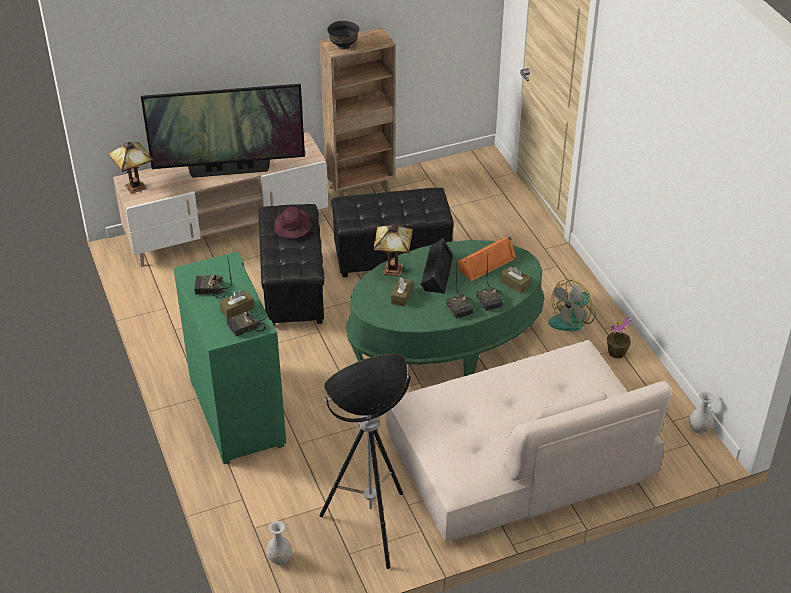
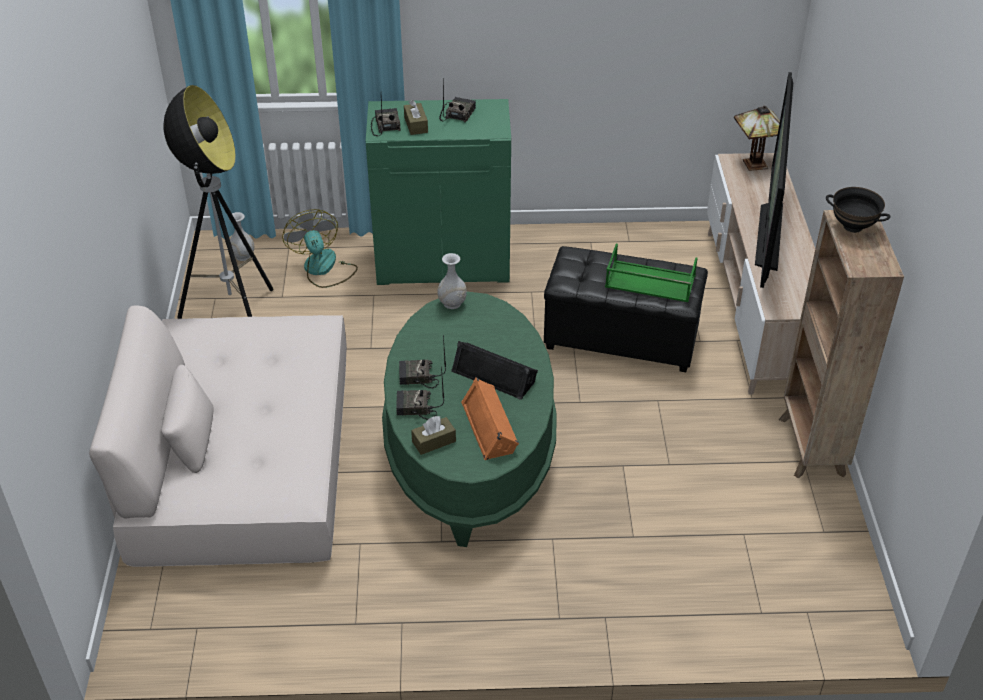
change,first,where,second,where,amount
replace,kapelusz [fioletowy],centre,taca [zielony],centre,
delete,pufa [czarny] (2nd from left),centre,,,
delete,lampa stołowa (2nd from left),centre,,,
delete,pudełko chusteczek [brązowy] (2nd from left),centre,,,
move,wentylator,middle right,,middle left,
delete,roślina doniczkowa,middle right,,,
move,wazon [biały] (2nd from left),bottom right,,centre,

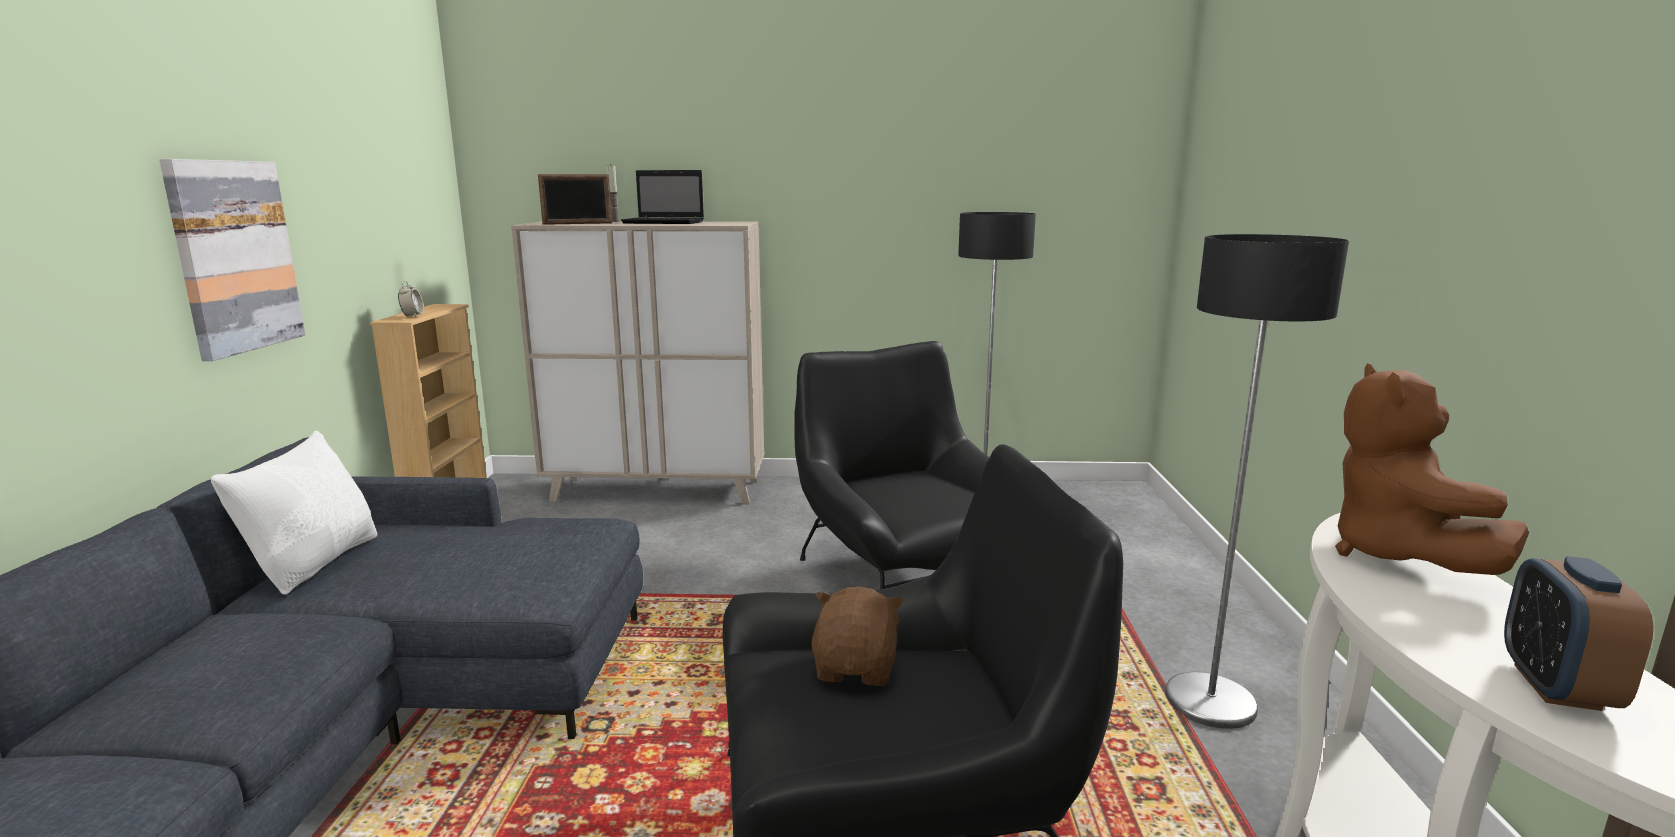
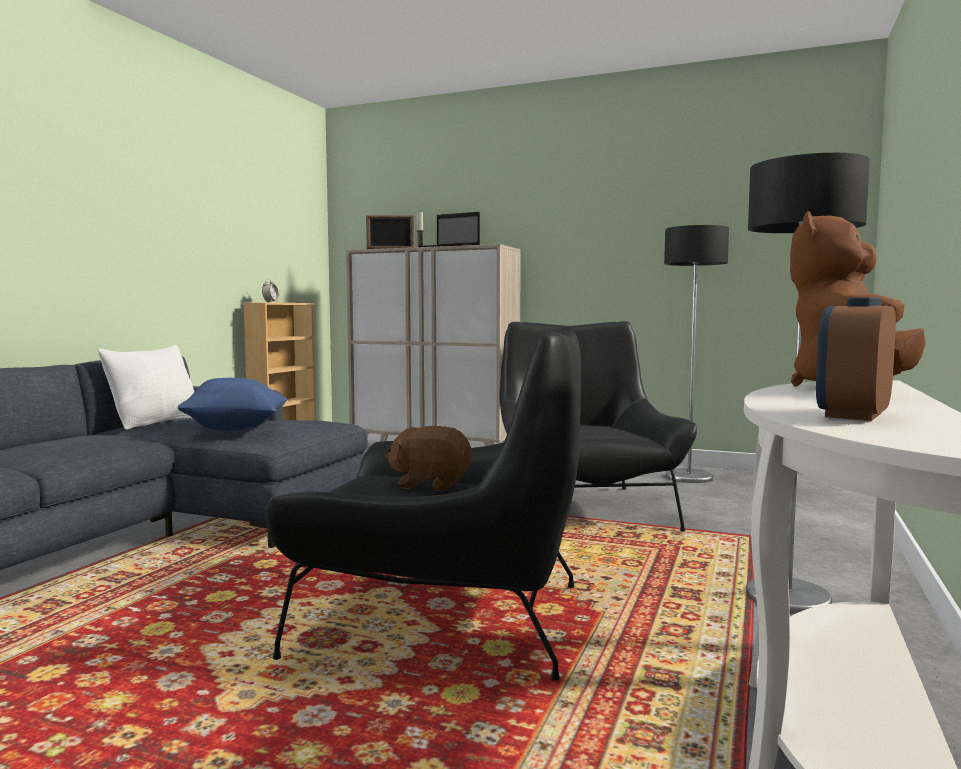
change,first,where,second,where,amount
delete,obraz,top left,,,
rotate,pluszak [brązowy] (1st from left),bottom centre,,centre,105 degrees counterclockwise
insert,,,poduszka [niebieski],middle left,

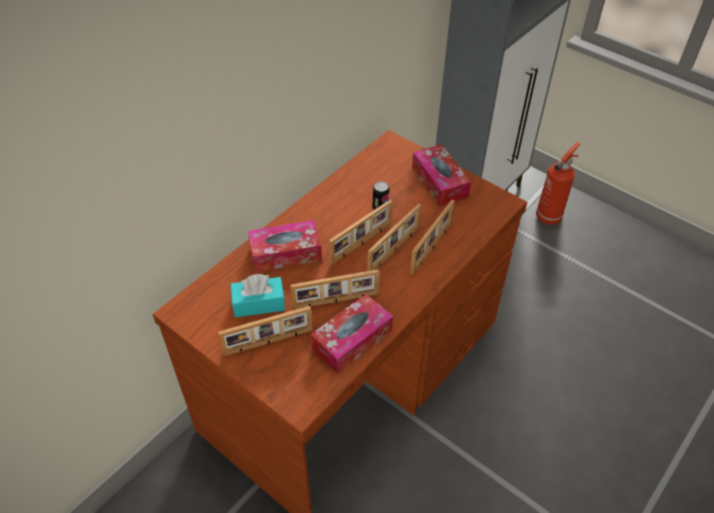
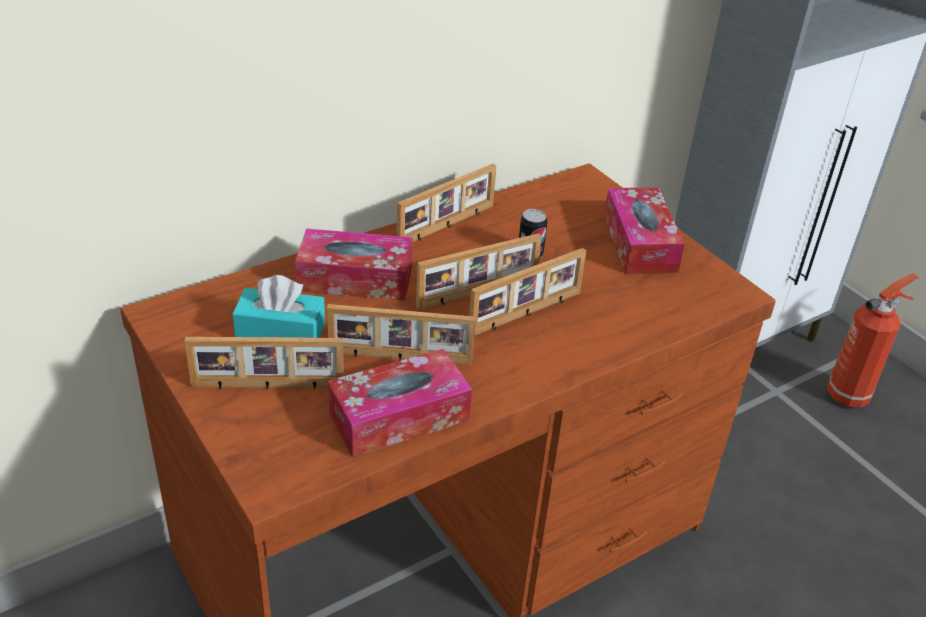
change,first,where,second,where,amount
move,ramka na zdjęcie (5th from left in the first image),centre,ramka na zdjęcie (3rd from left),top centre,

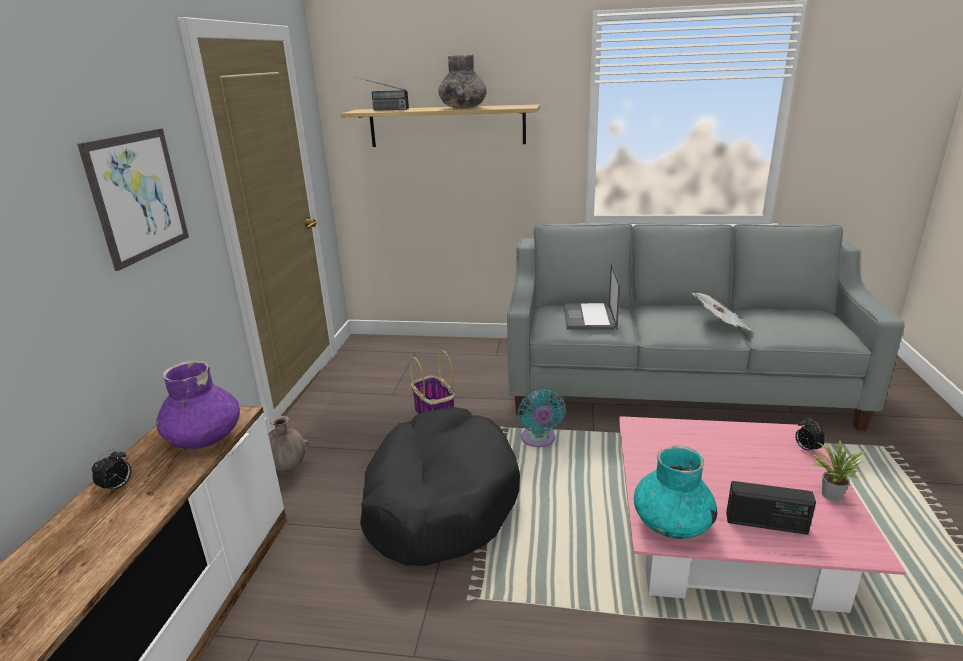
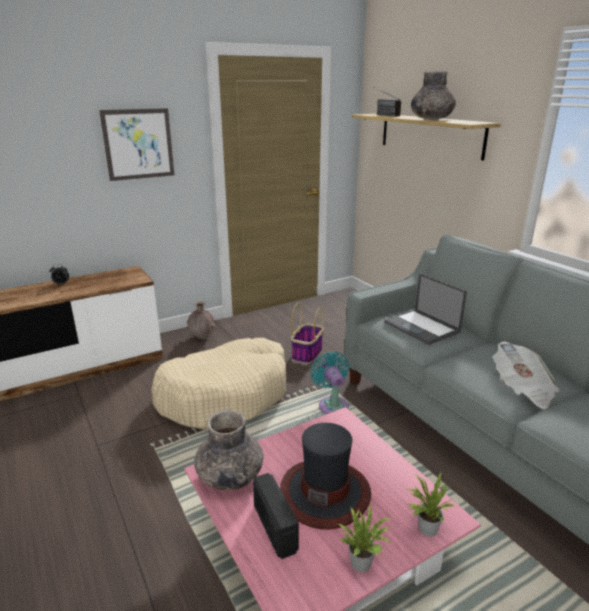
change,first,where,second,where,amount
delete,wazon [fioletowy],middle left,,,
recolor,legowisko [czarny],bottom centre,legowisko [beżowy],centre,
rotate,wentylator [turkusowy],centre,,centre,120 degrees clockwise
rotate,laptop,centre,,middle right,90 degrees counterclockwise
recolor,wazon [turkusowy],bottom right,wazon [szary] (1st from left),bottom centre,
replace,budzik (2nd from left),middle right,roślina doniczkowa (2nd from left),bottom right,
insert,,,kapelusz,bottom centre,

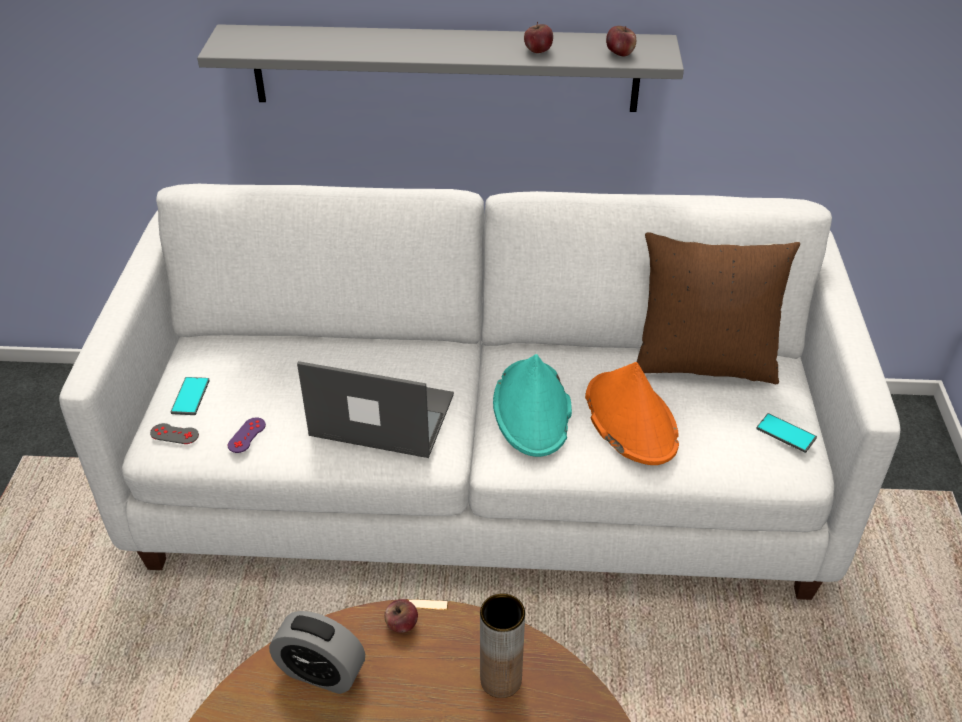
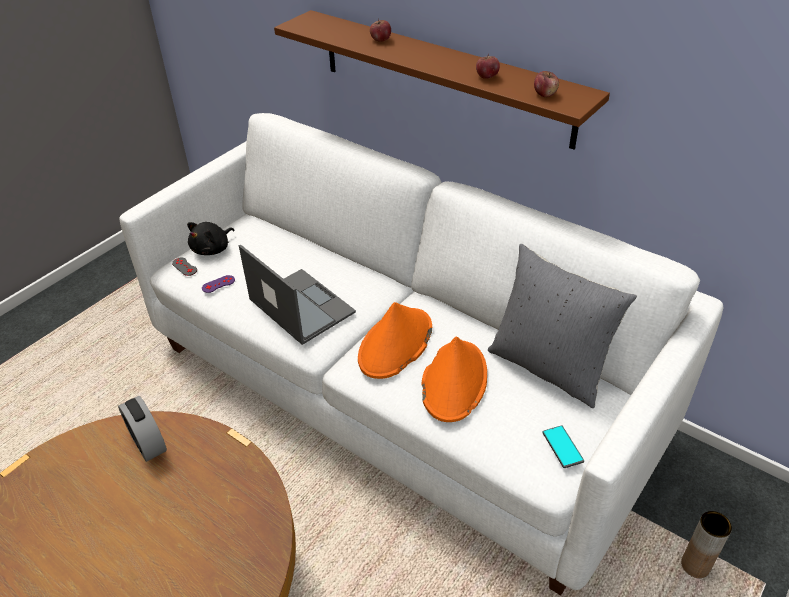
change,first,where,second,where,amount
replace,telefon (1st from left),middle left,pluszak [czarny],middle left,
recolor,półka [szary],top centre,półka [brązowy],top centre,
move,jabłko (1st from left),bottom centre,,top centre,
move,wazon [brązowy],bottom centre,,bottom right,
recolor,kapelusz [turkusowy],centre,kapelusz [pomarańczowy] (1st from left),centre,
recolor,poduszka [brązowy],middle right,poduszka [szary],middle right,

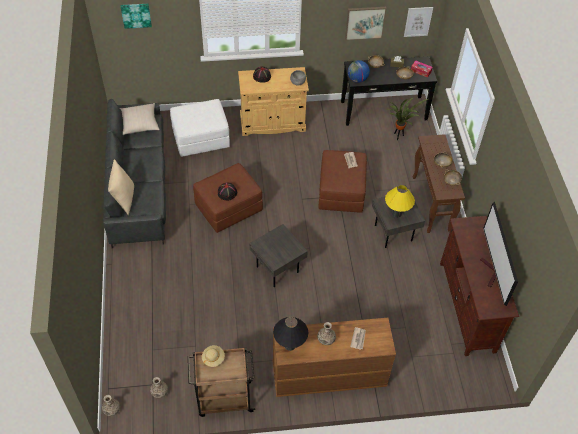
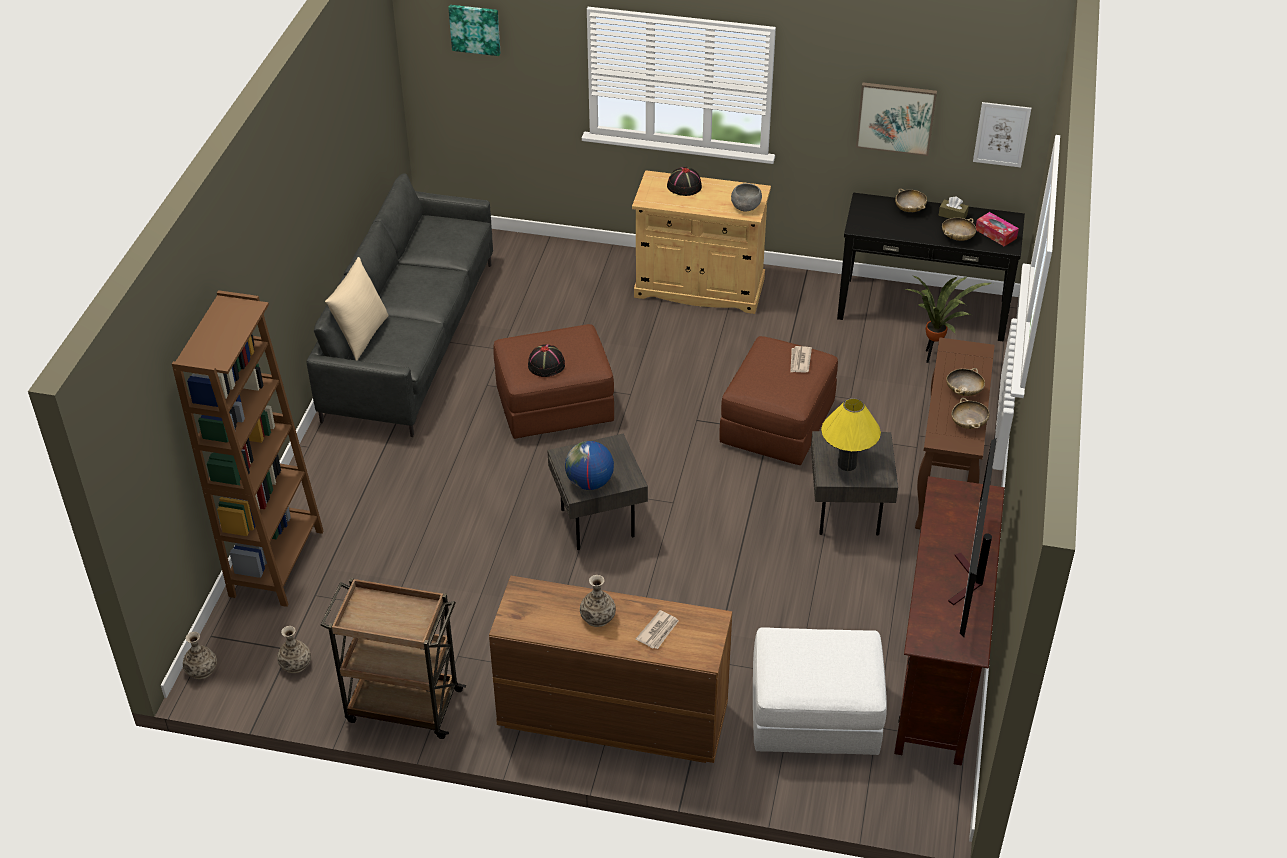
change,first,where,second,where,amount
delete,poduszka [beżowy] (2nd from left),top left,,,
move,pufa [biały],top centre,,bottom centre,
delete,kapelusz [beżowy],bottom centre,,,
delete,lampa stołowa [czarny],bottom centre,,,
move,globus,top centre,,centre,
insert,,,regał [brązowy],middle left,

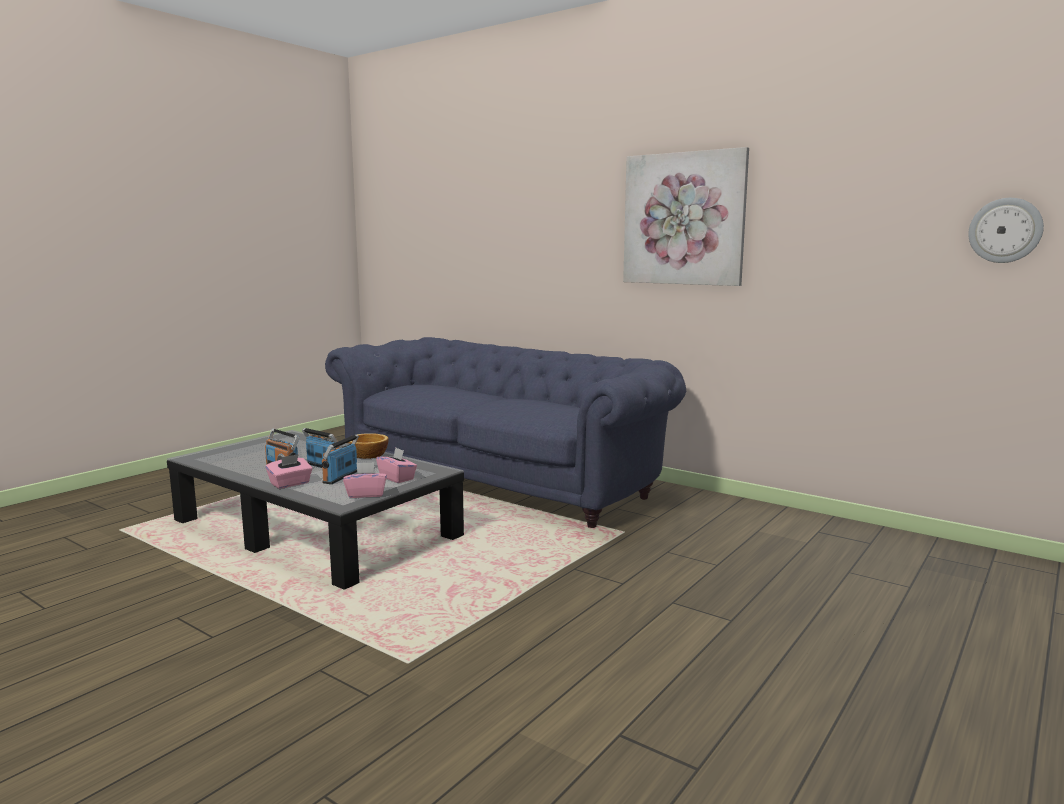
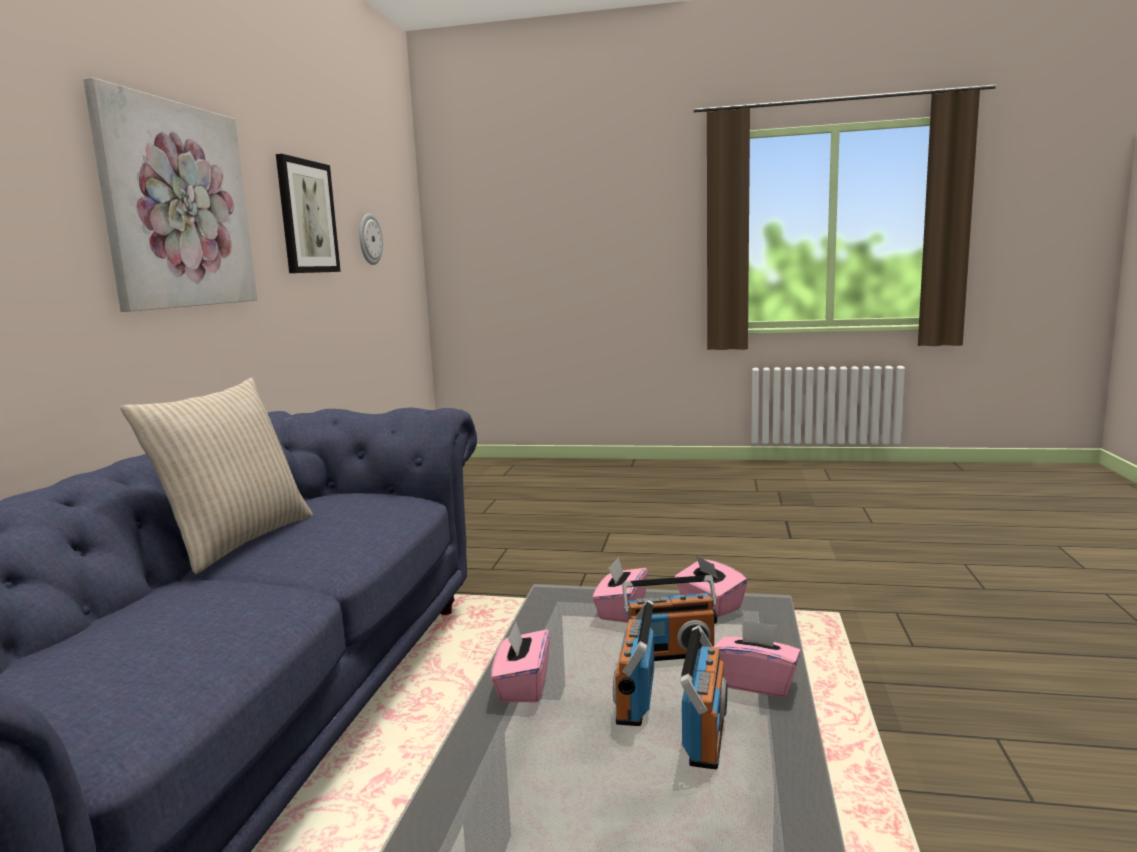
change,first,where,second,where,amount
replace,miska,centre,pudełko chusteczek [różowy] (1st from left),bottom centre,
insert,,,poduszka [beżowy],middle left,
insert,,,obraz (2nd from left),top left,

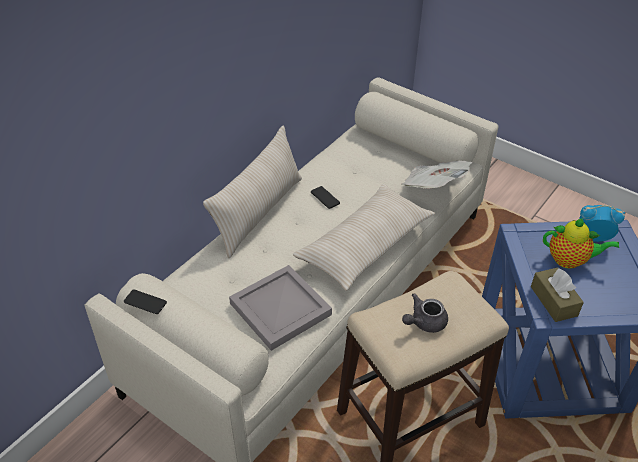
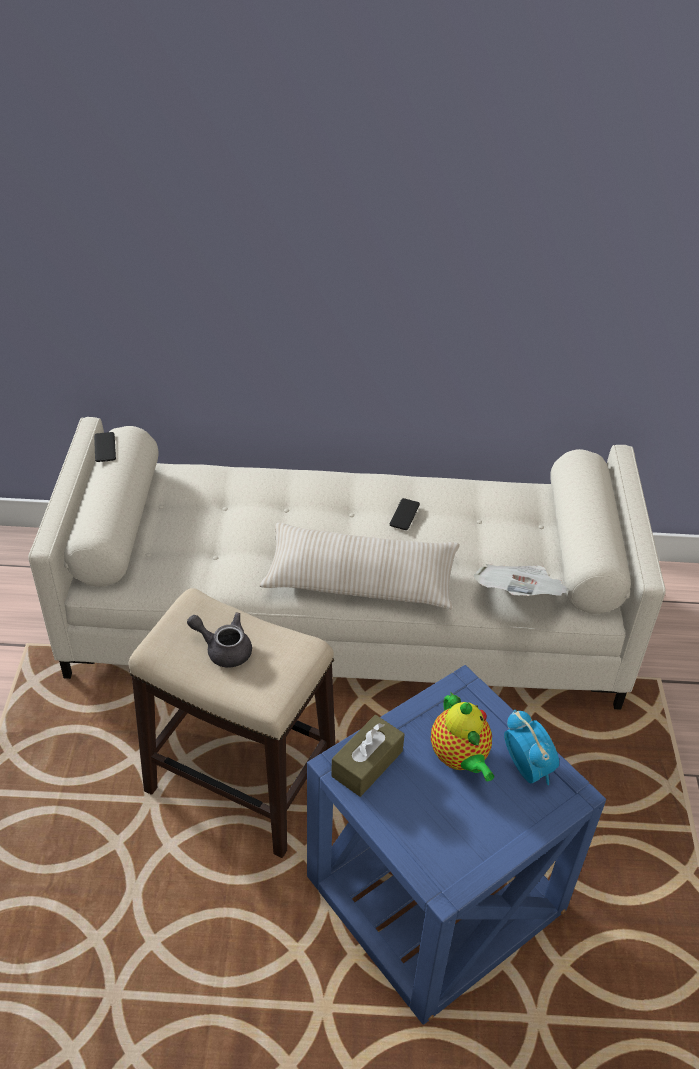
change,first,where,second,where,amount
delete,poduszka [beżowy] (1st from left),centre,,,
delete,taca [szary],bottom centre,,,

